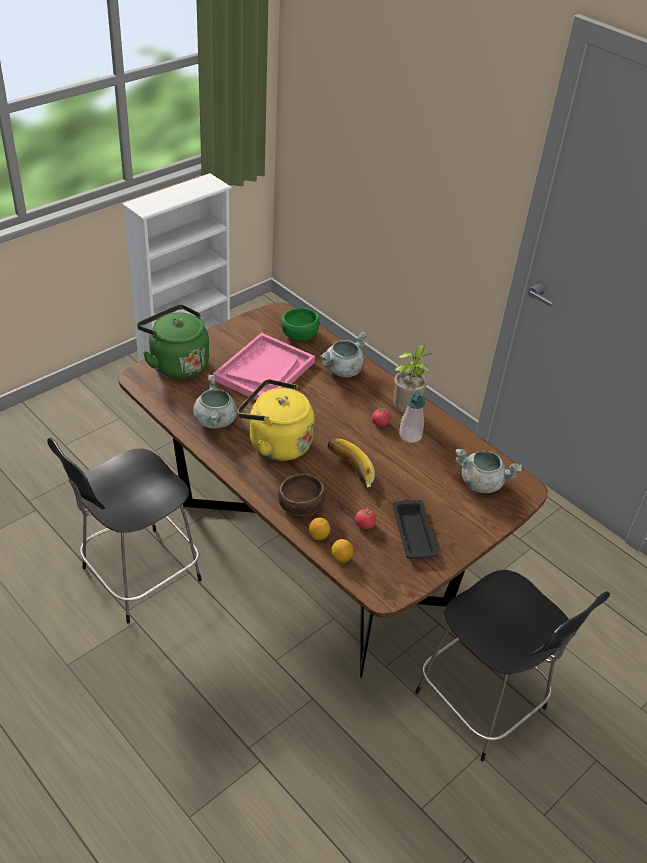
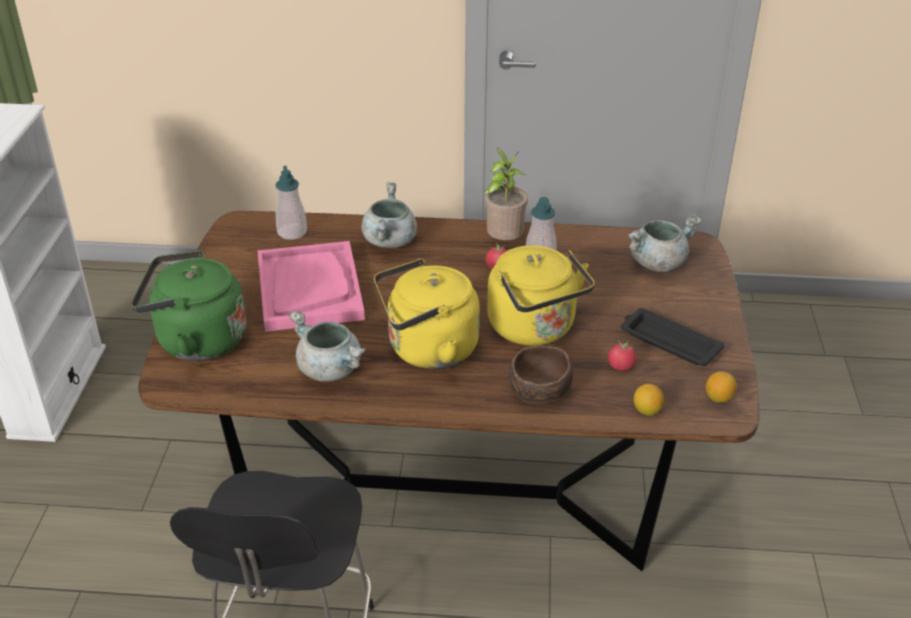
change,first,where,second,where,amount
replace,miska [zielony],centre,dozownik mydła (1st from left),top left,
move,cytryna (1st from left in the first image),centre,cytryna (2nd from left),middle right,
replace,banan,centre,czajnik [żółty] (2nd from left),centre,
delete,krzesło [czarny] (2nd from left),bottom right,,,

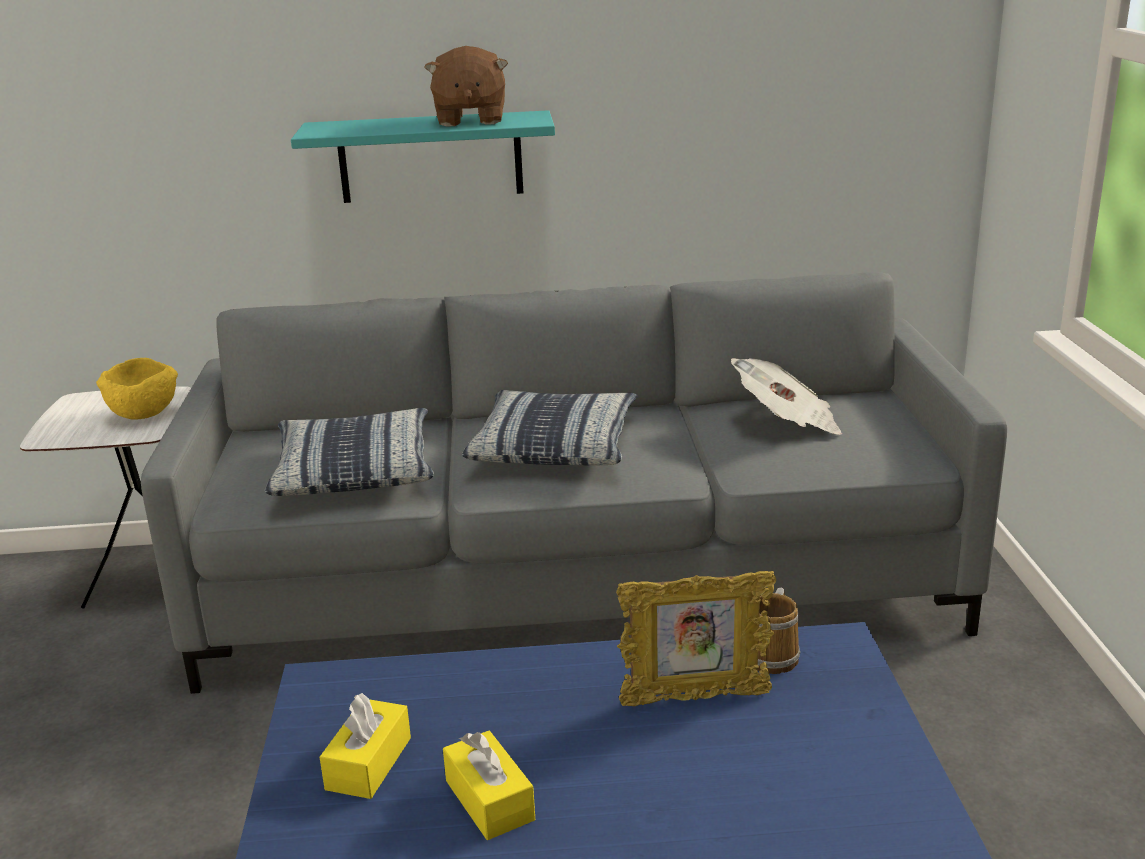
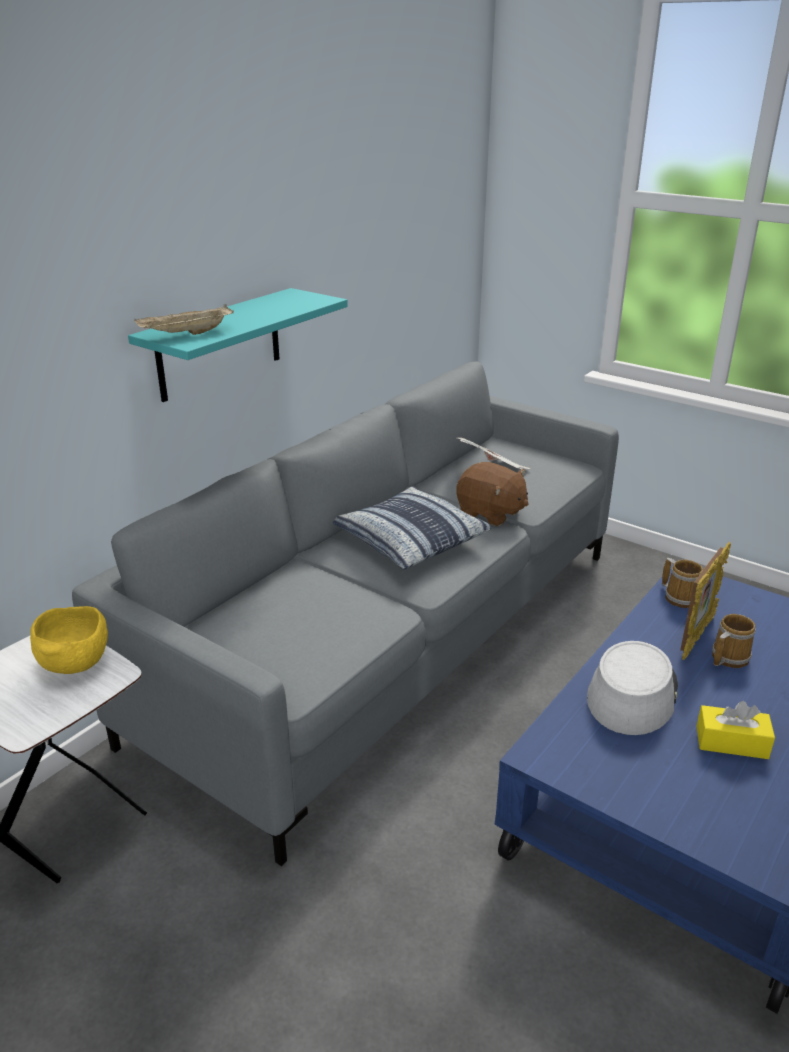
change,first,where,second,where,amount
delete,poduszka (1st from left),middle left,,,
delete,pudełko chusteczek [żółty] (1st from left),bottom left,,,
move,pluszak [brązowy],top centre,,centre,
insert,,,taca [beżowy],top left,
insert,,,kapelusz [szary],middle right,
insert,,,kubek (2nd from left),middle right,

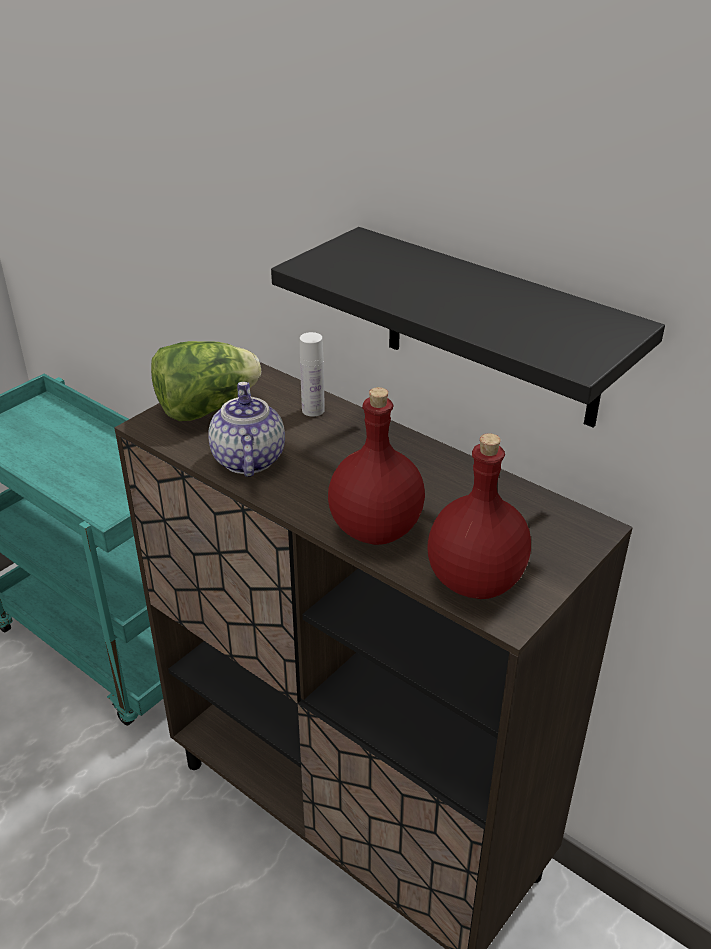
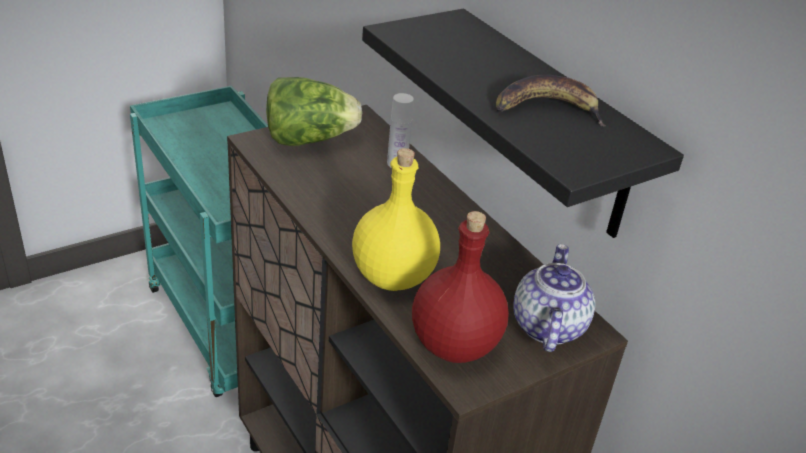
change,first,where,second,where,amount
move,imbryk,centre,,middle right,
recolor,butelka [czerwony] (1st from left),centre,butelka [żółty],centre,
insert,,,banan,top right,

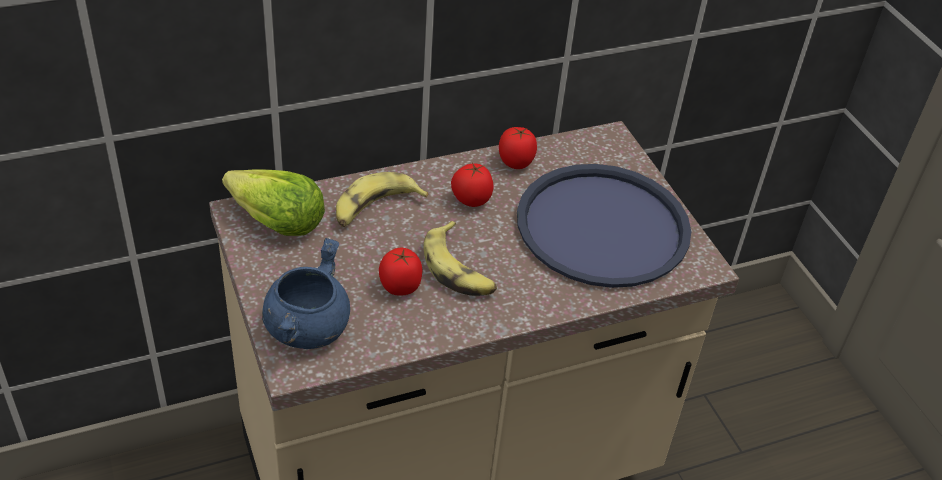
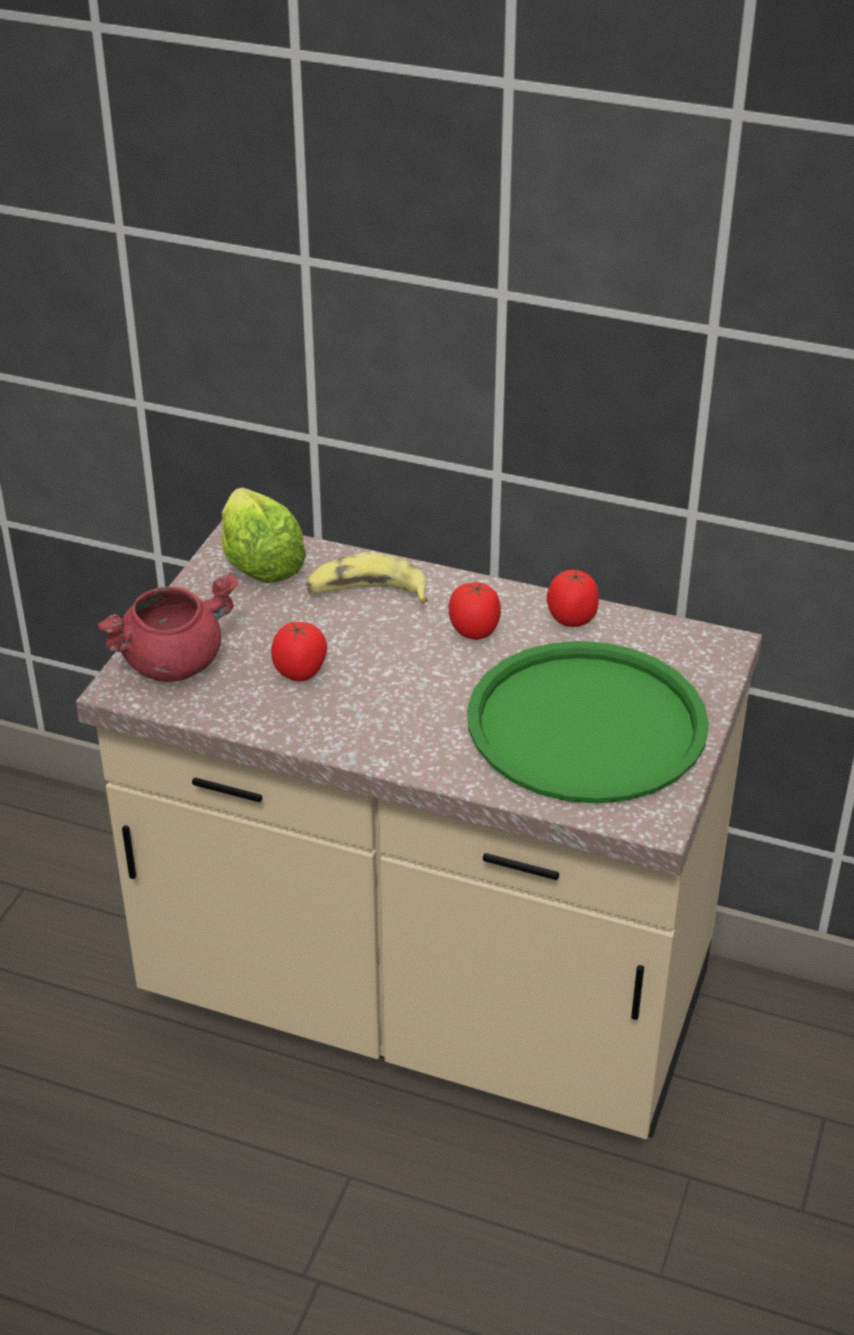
change,first,where,second,where,amount
recolor,garnek [niebieski],middle left,garnek [czerwony],middle left,
delete,banan (2nd from left),centre,,,
recolor,taca [niebieski],centre,taca [zielony],middle right,

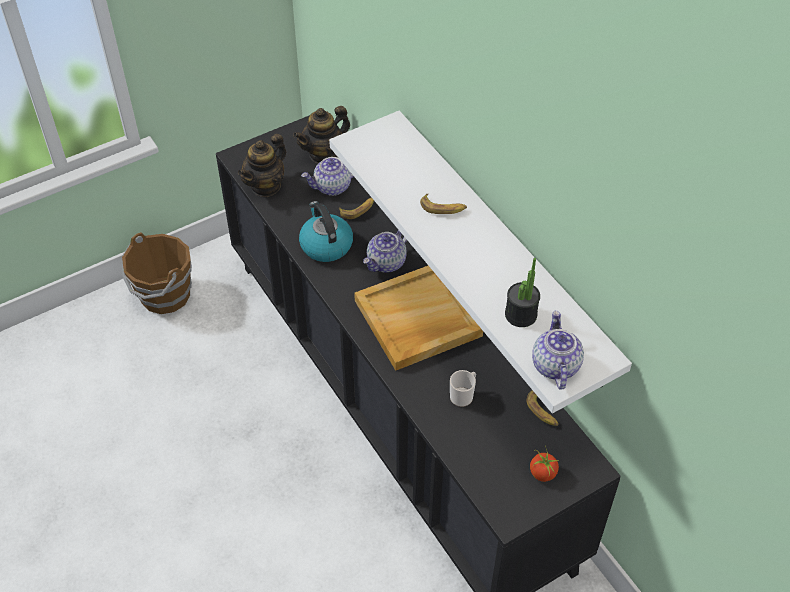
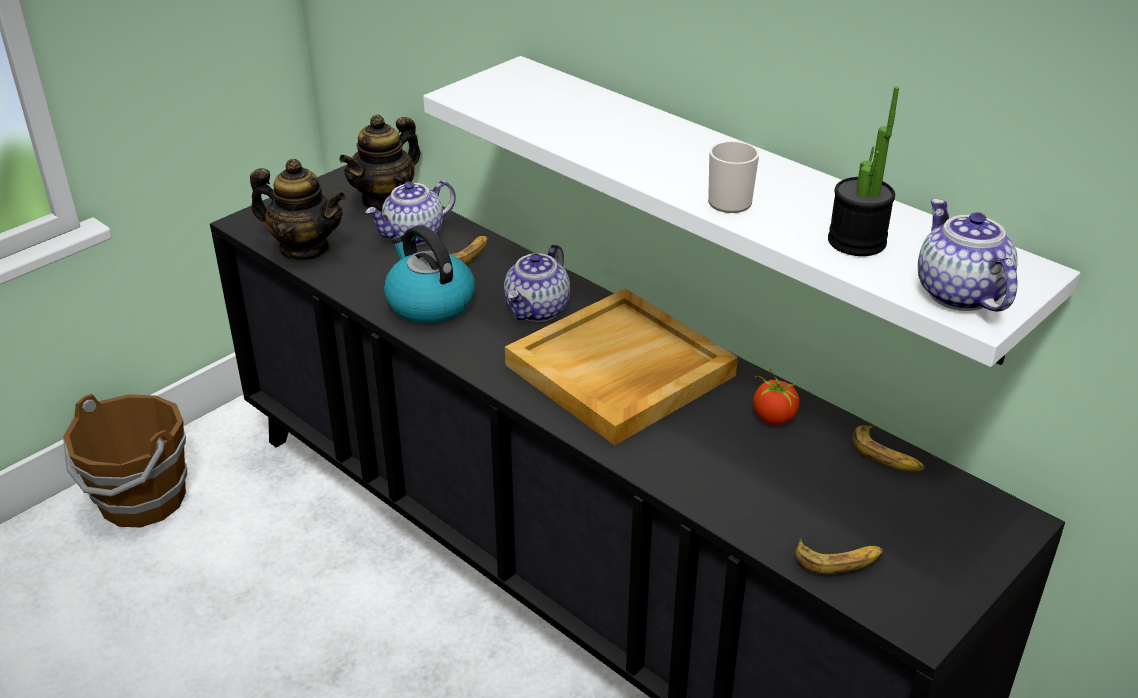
change,first,where,second,where,amount
rotate,imbryk (1st from left),top left,,top left,90 degrees counterclockwise
move,banan (2nd from left),centre,,bottom right,
move,kubek,centre,,top centre,
move,pomidor,bottom right,,middle right,

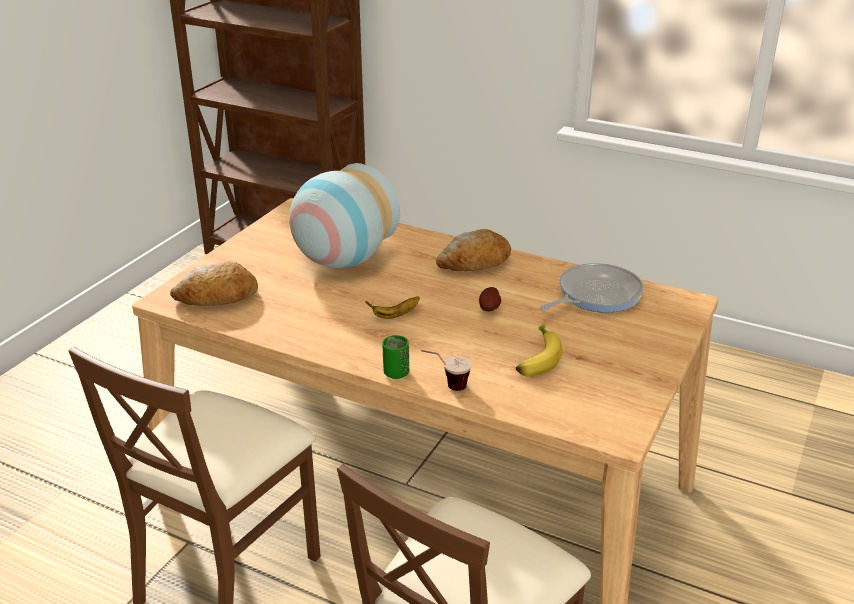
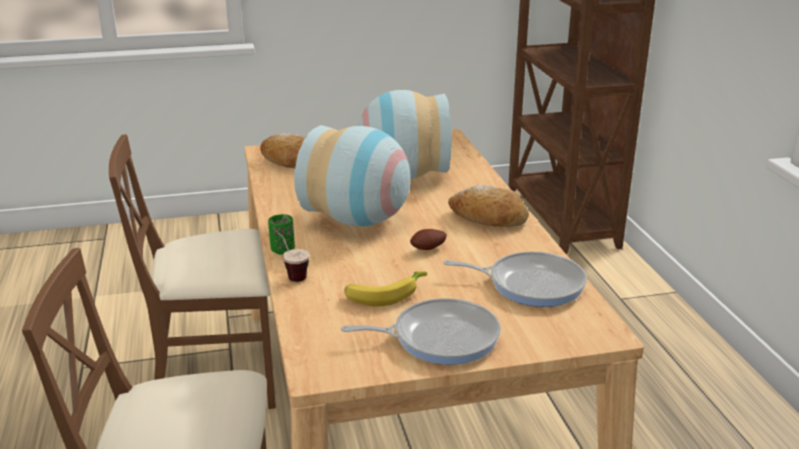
change,first,where,second,where,amount
replace,banan (1st from left),centre,wazon (1st from left),centre,
insert,,,patelnia (1st from left),bottom centre,

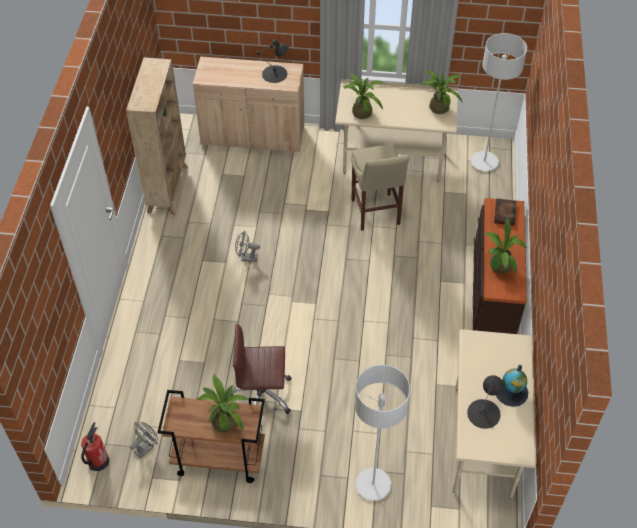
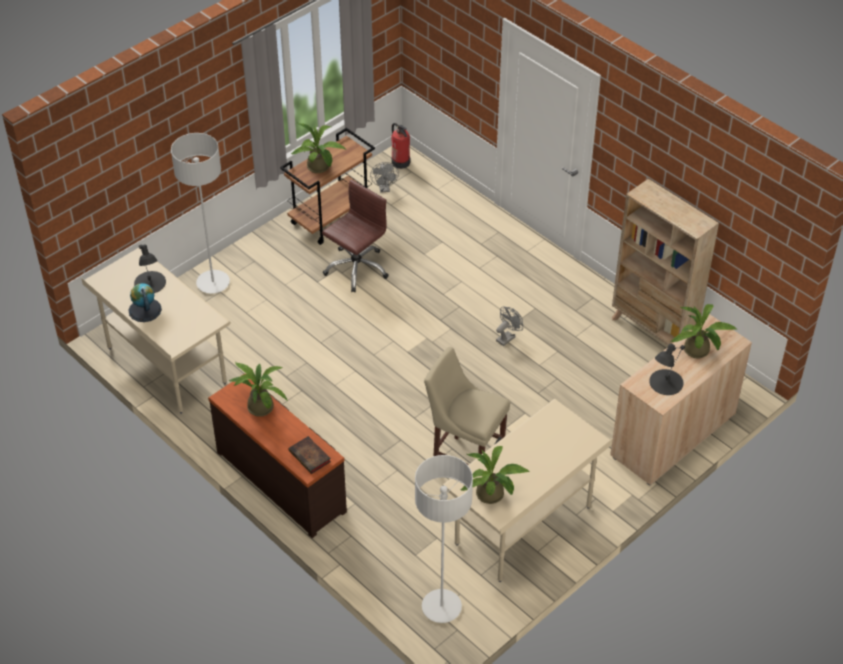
change,first,where,second,where,amount
move,roślina doniczkowa (2nd from left in the first image),top centre,roślina doniczkowa (4th from left),middle right,

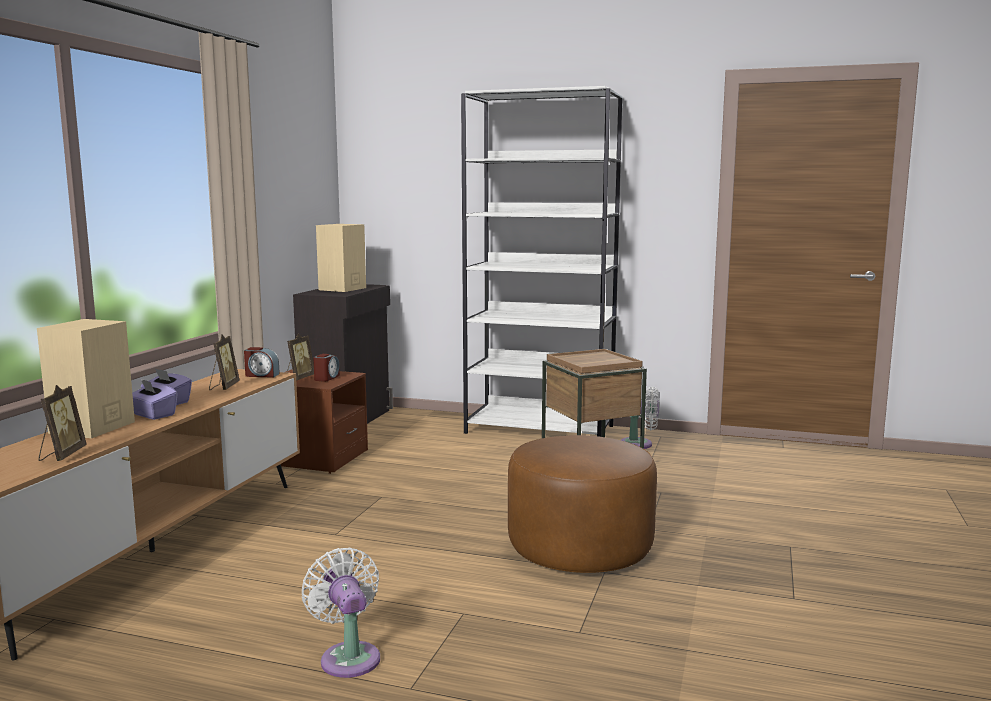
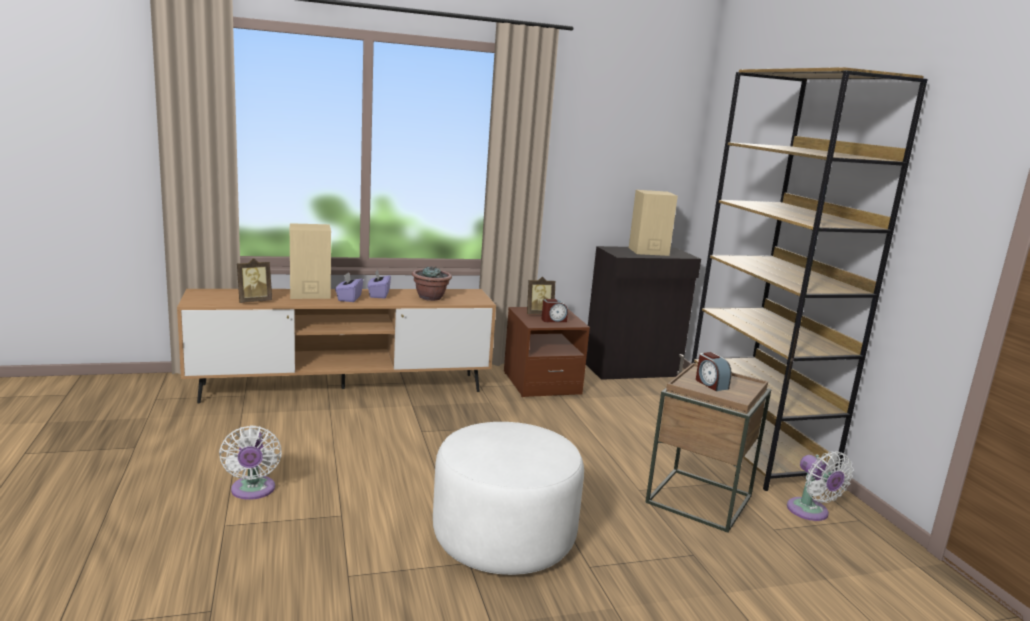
change,first,where,second,where,amount
replace,ramka na zdjęcie (2nd from left),middle left,roślina doniczkowa,centre,
move,budzik (1st from left in the first image),middle left,budzik (2nd from left),middle right,
rotate,wentylator [biały] (1st from left),bottom centre,,bottom left,135 degrees clockwise
recolor,regał [biały],centre,regał [brązowy],middle right,
recolor,pufa [brązowy],bottom centre,pufa [biały],bottom centre,

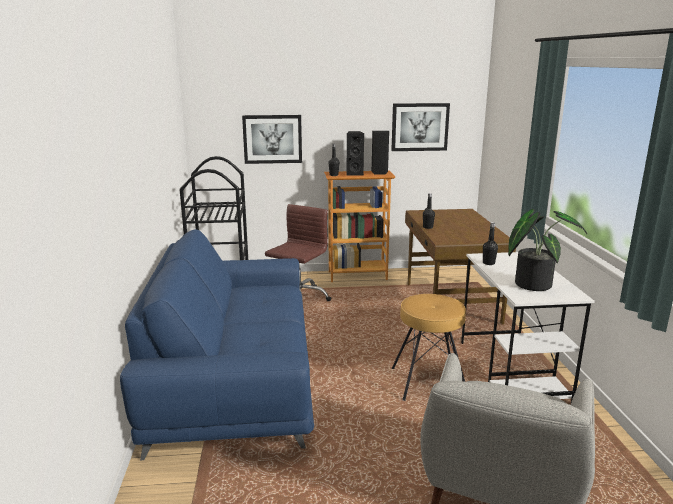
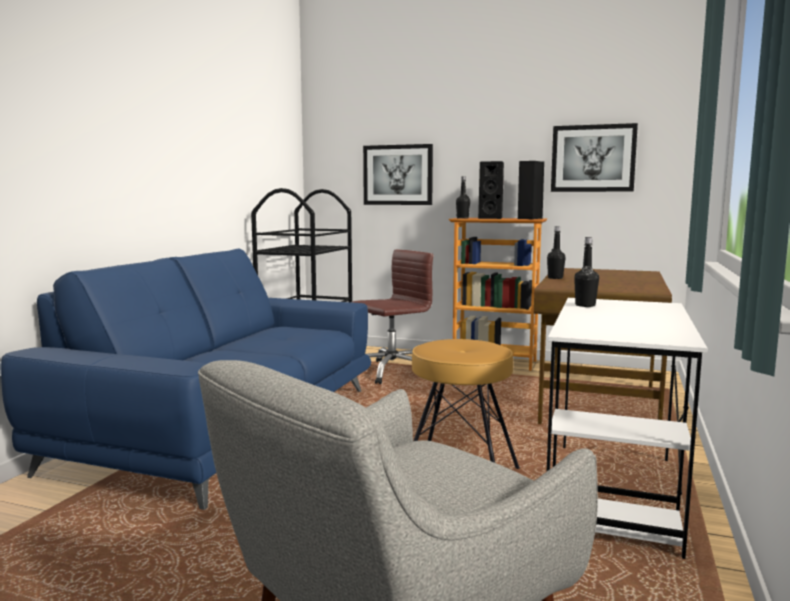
change,first,where,second,where,amount
delete,roślina doniczkowa,middle right,,,

